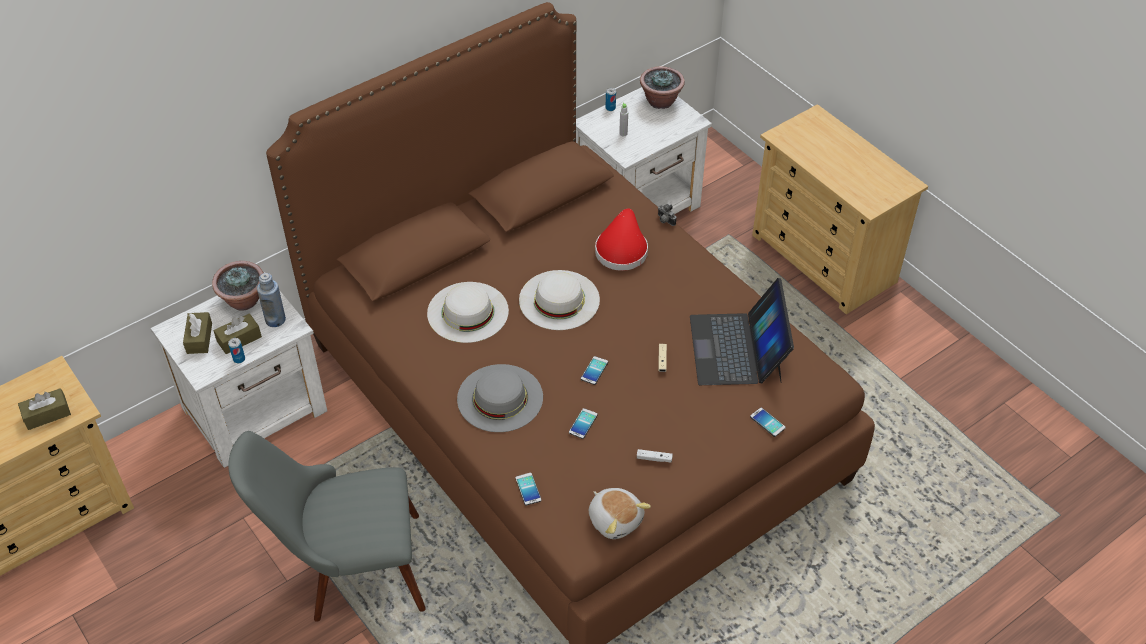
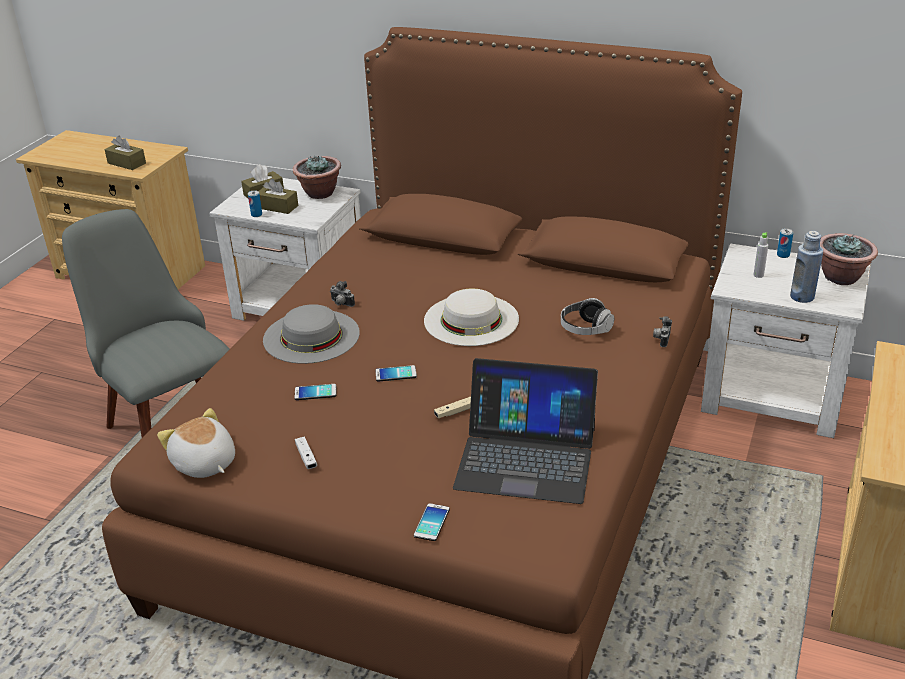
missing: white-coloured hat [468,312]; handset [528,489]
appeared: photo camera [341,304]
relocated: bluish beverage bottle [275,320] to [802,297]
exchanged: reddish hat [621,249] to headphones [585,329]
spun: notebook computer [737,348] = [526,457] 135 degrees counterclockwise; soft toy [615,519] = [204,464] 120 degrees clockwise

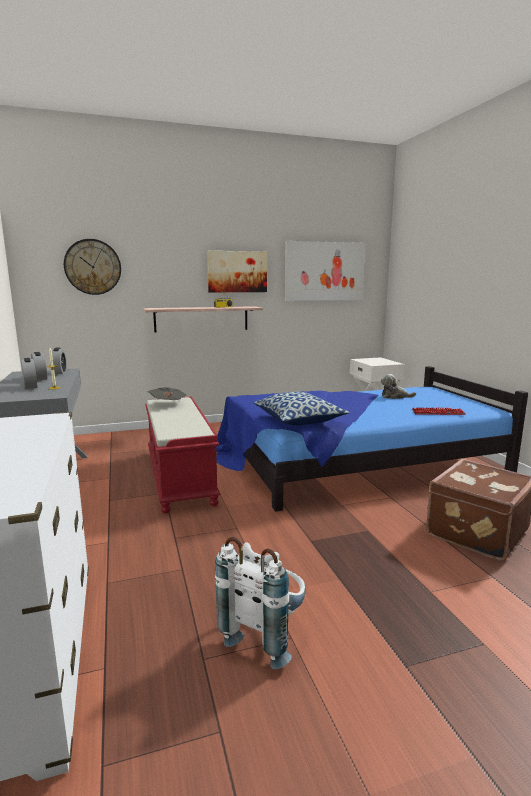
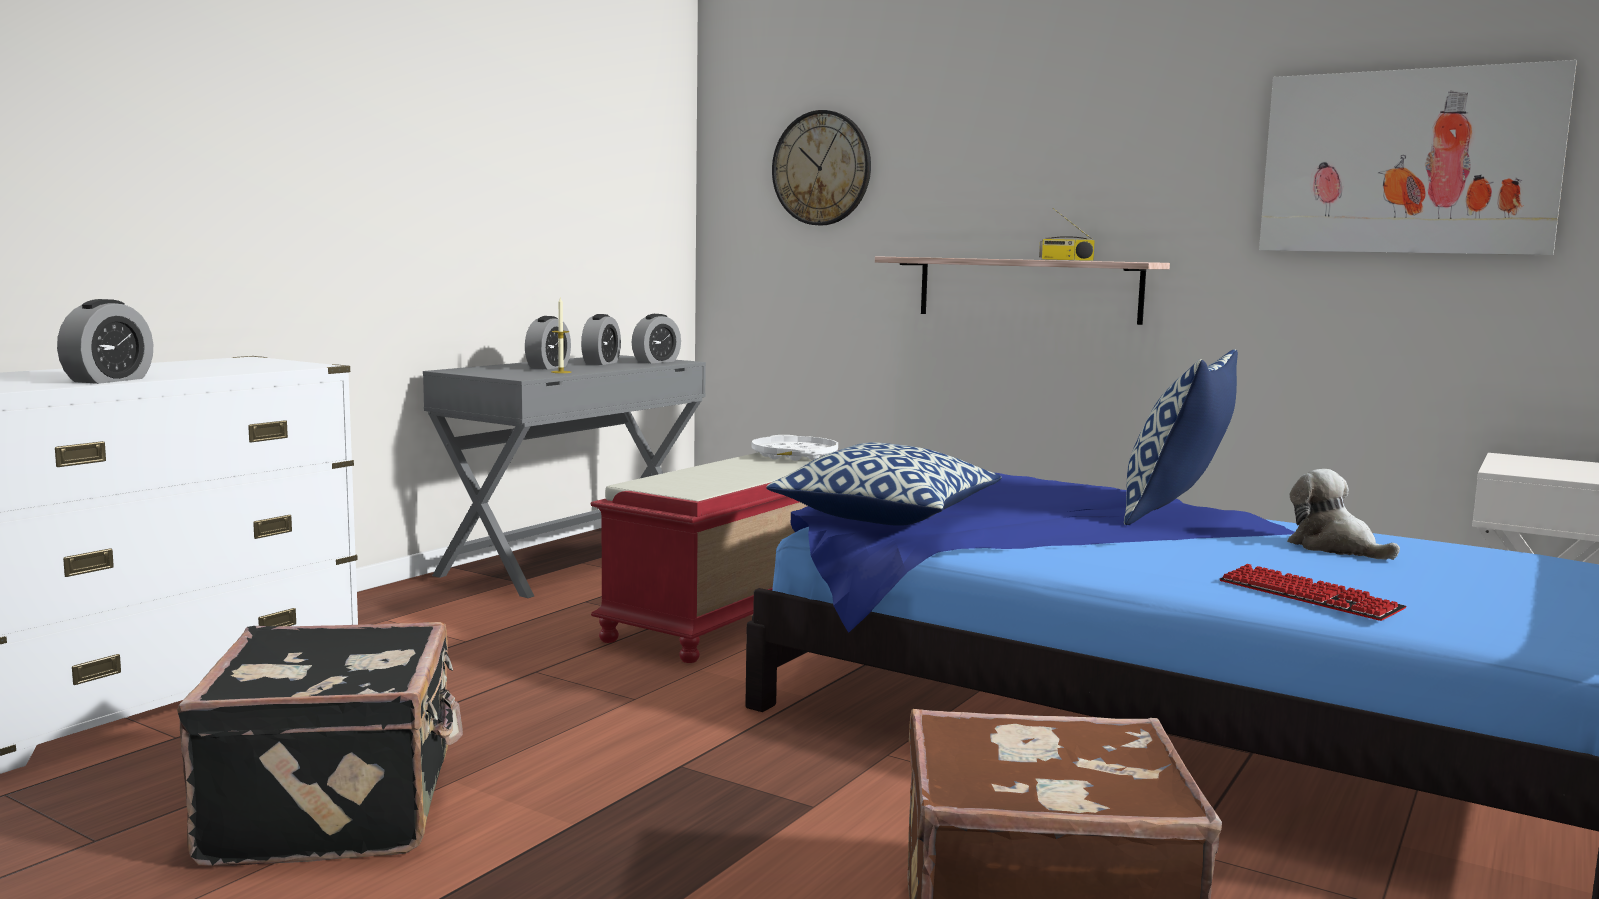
missing: wall art [237,272]
appeared: alarm clock [108,380]; throw pillow [1175,513]
exchanged: printed paper [168,404] to white-coloured carrying tray [794,455]; white-coloured backpack [265,633] to black-coloured suitcase [338,808]

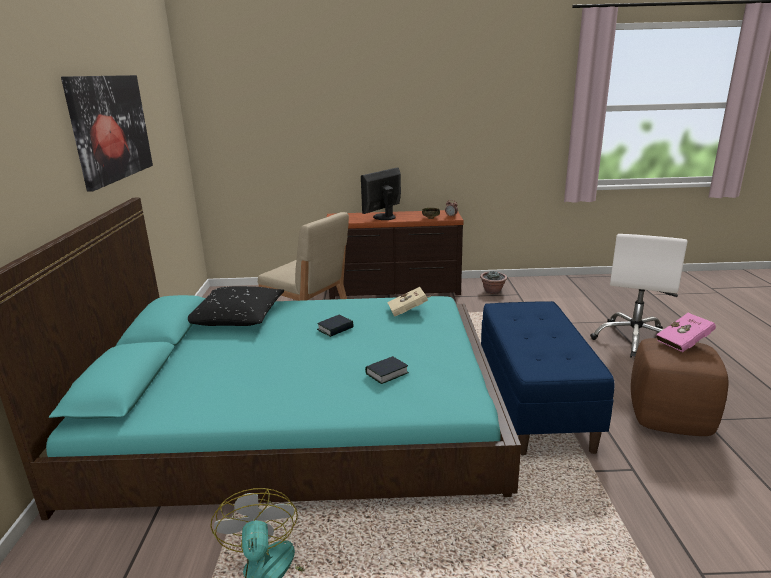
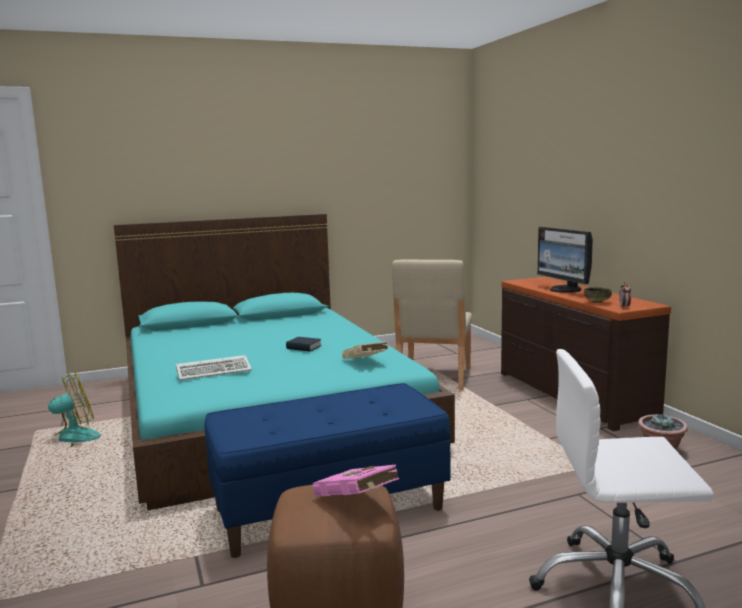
missing: wall art [111,128]; black-coloured throw pillow [237,317]
exchanged: book [387,373] to PC keyboard [215,371]
spun: monitor [383,217] = [565,290] 135 degrees counterclockwise

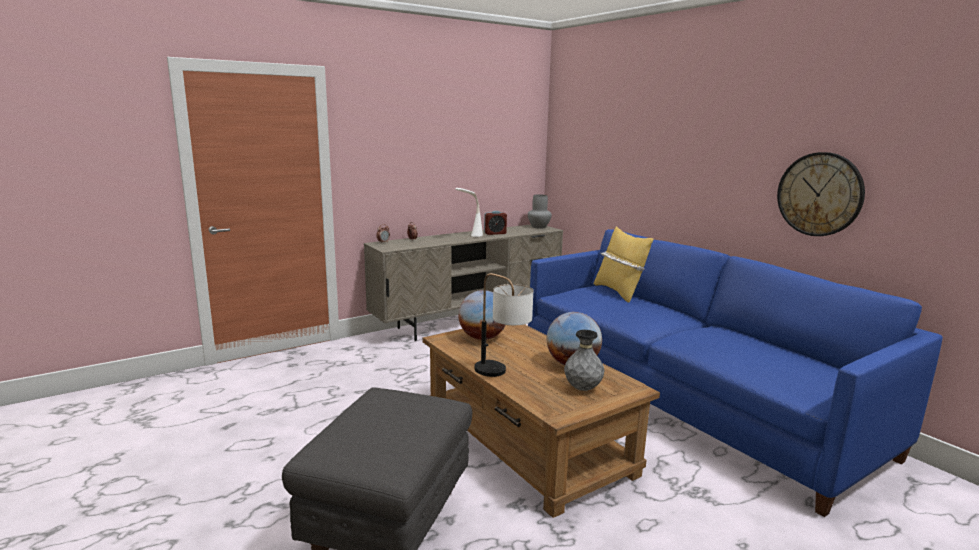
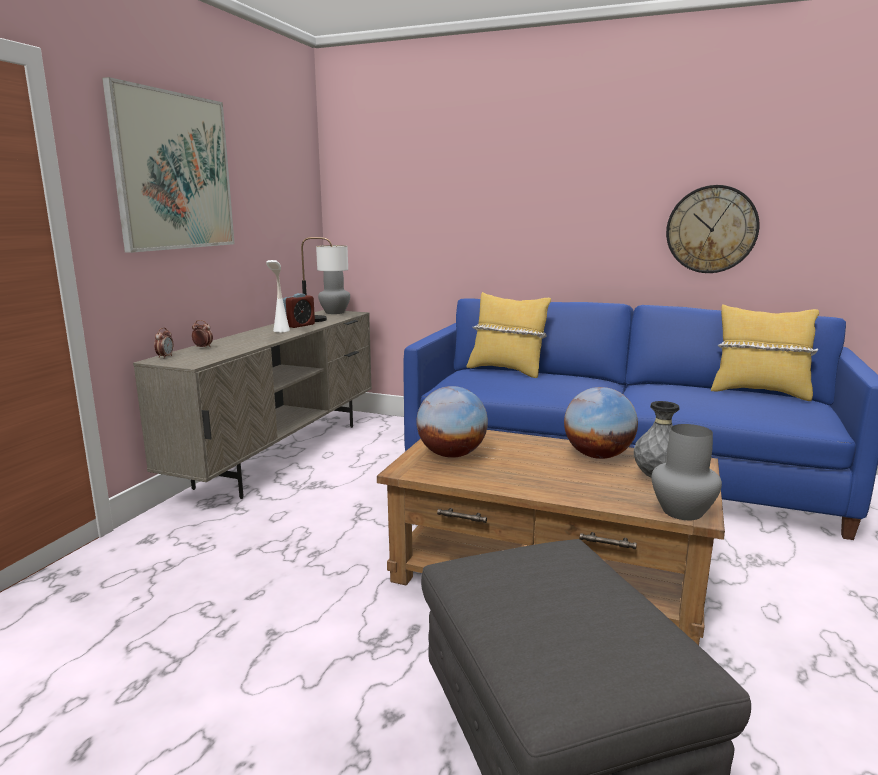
appeared: wall art [174,172]; yellow throw pillow [759,392]; greyish flower vase [683,512]
relocated: table lamp [501,375] to [326,320]

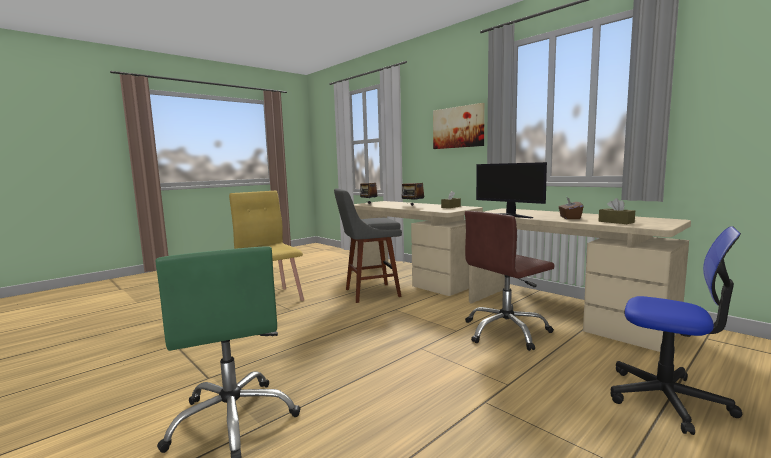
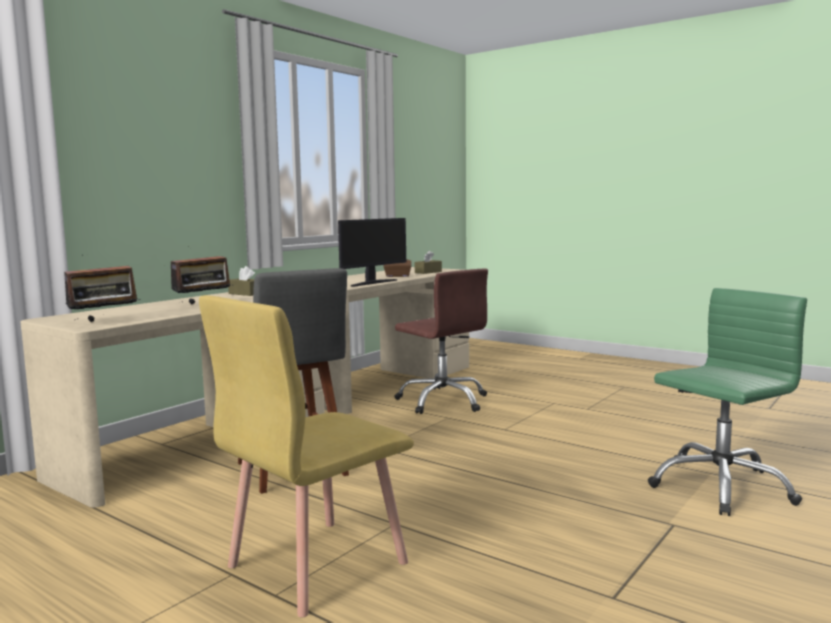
missing: wall art [458,127]; computer chair [667,399]

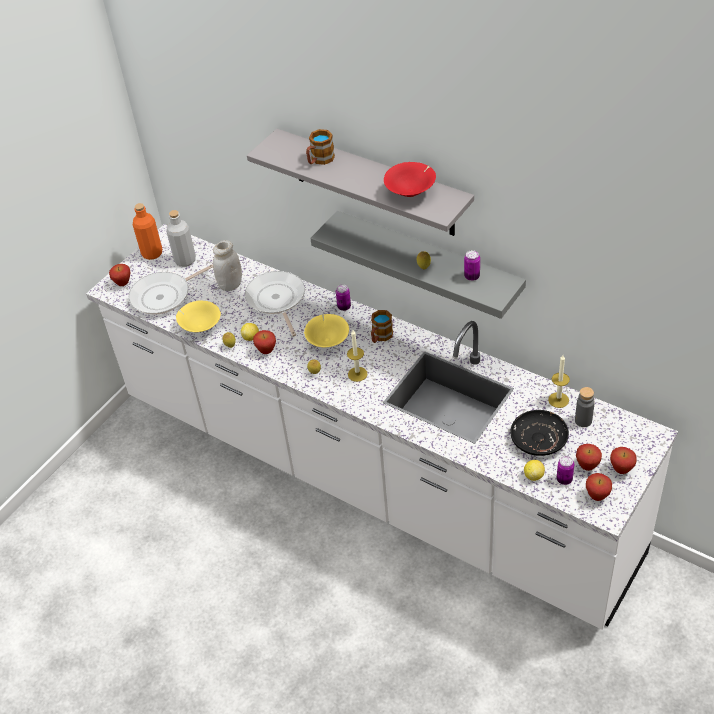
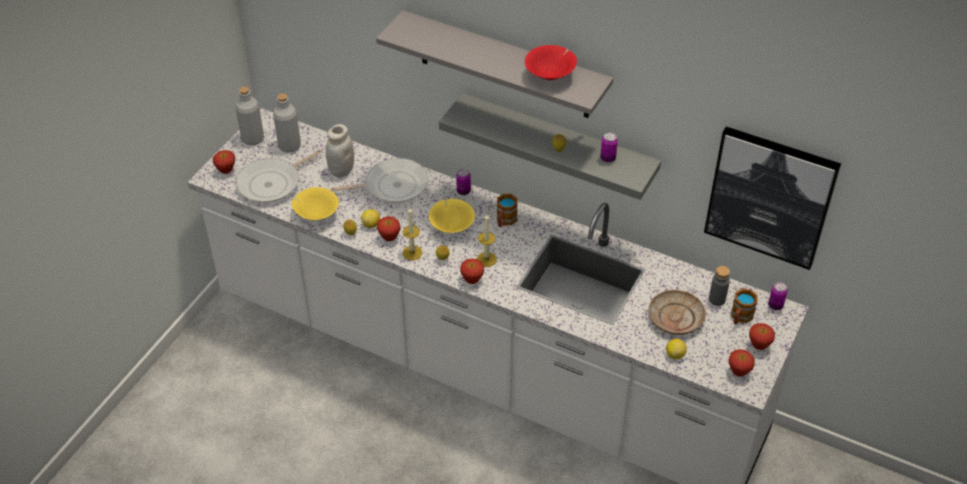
appeared: wall art [770,196]
relocated: coffee mug [319,160] to [740,317]; wax candle [558,400] to [412,252]; whole apple [587,466] to [472,280]; sealed can [564,479] to [775,305]
colour: orangey beverage bottle [152,253] to greyish beverage bottle [253,139]; black-coloured dinner plate [538,438] to sand-coloured dinner plate [675,318]
spun: frying pan [276,300] = [392,186] 105 degrees clockwise

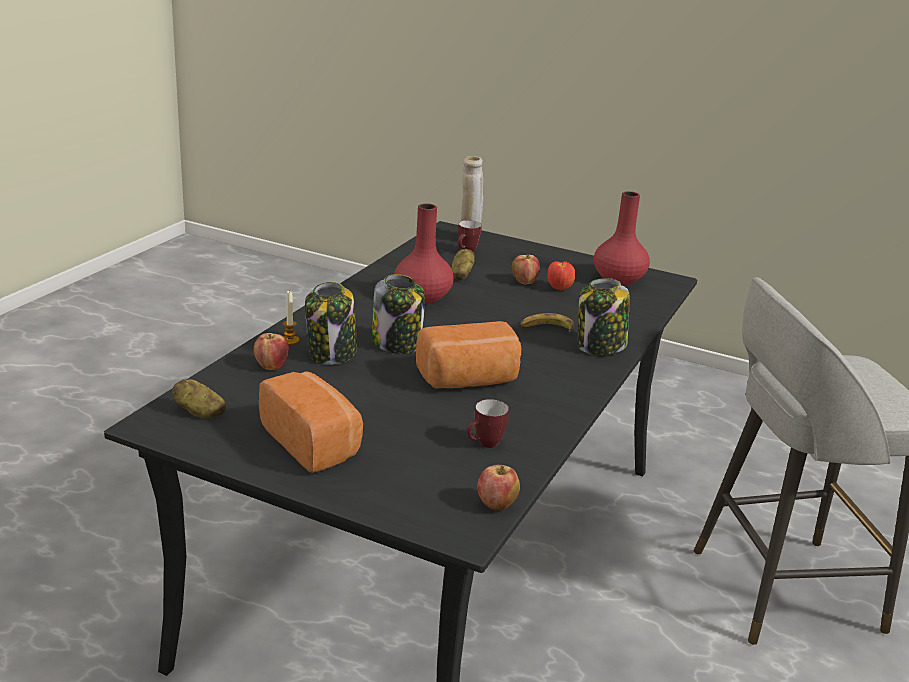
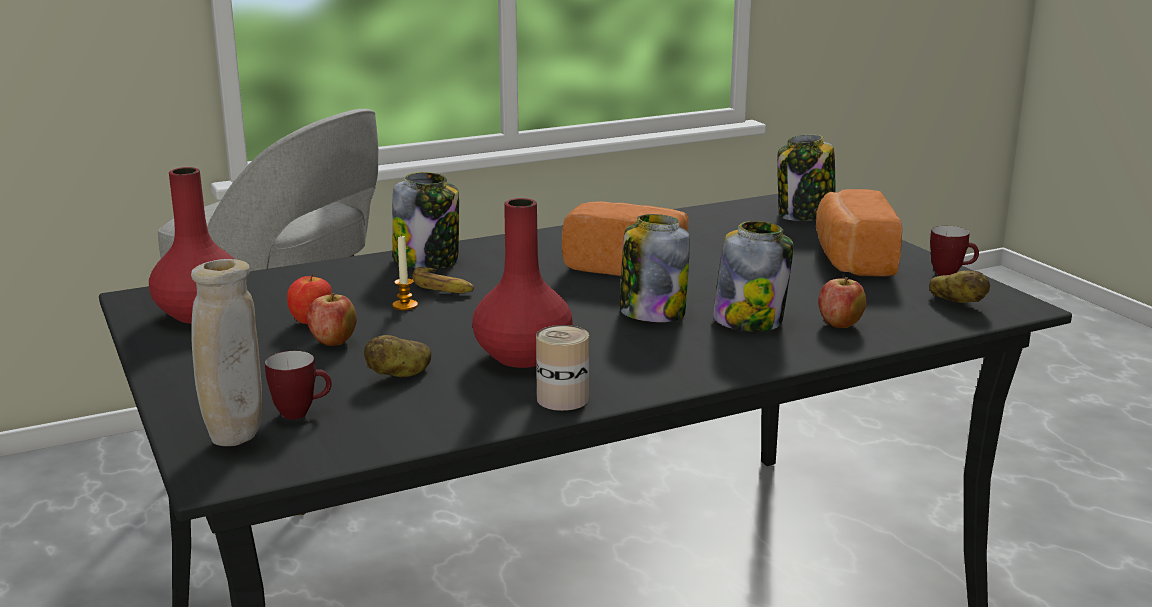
missing: whole apple [496,505]
appeared: jar [805,215]; sealed can [562,399]
relocated: wax candle [289,340] to [405,306]; coffee mug [484,445] to [951,274]

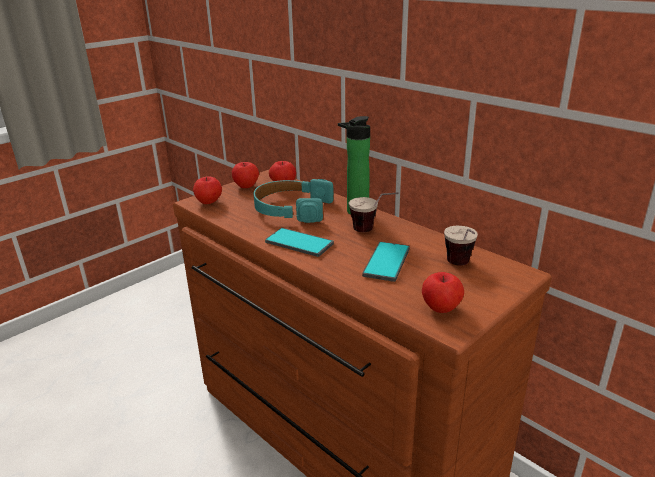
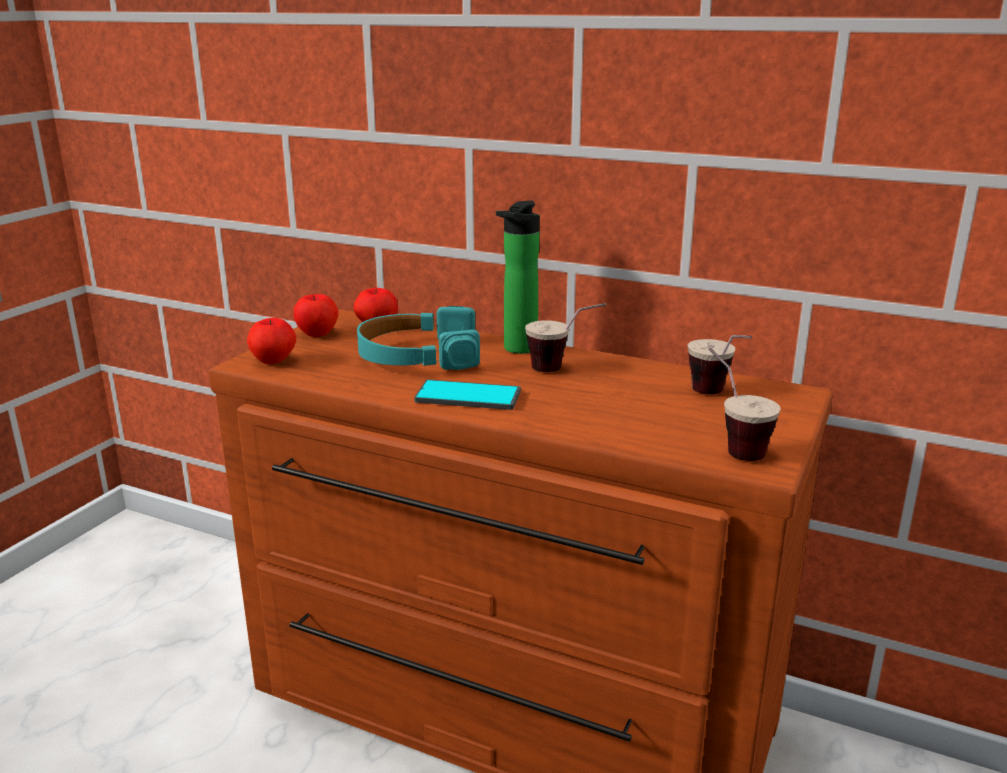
missing: handset [387,262]
exchanged: whole apple [441,307] to drinking cup [732,445]

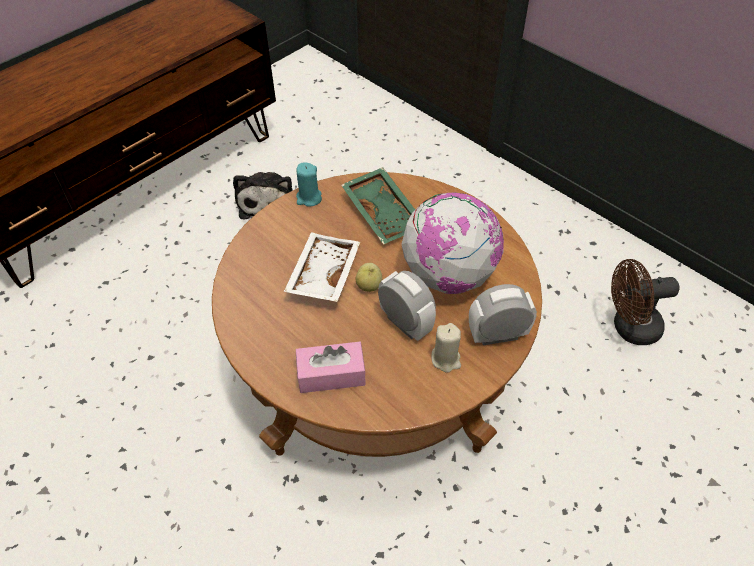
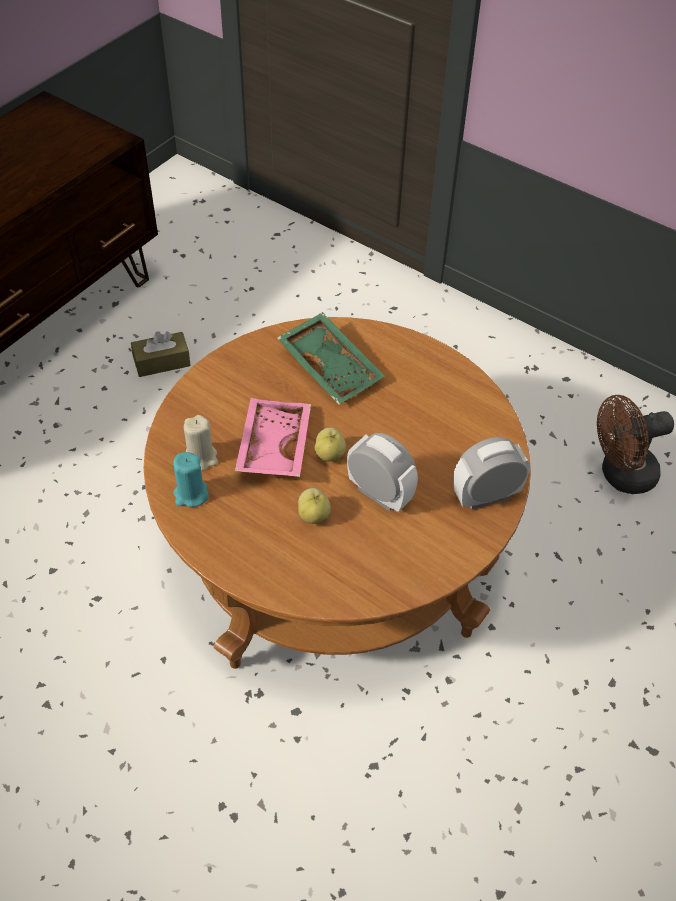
missing: globe [449,275]; pink box of tissues [331,374]
appeared: whole apple [314,515]
relocated: turquoise wax candle [309,198] to [191,495]; sand-coloured wax candle [446,359] to [201,457]
exchanged: soft toy [267,201] to brown box of tissues [162,362]
colour: white-coloured carrying tray [322,274] to pink carrying tray [272,446]

